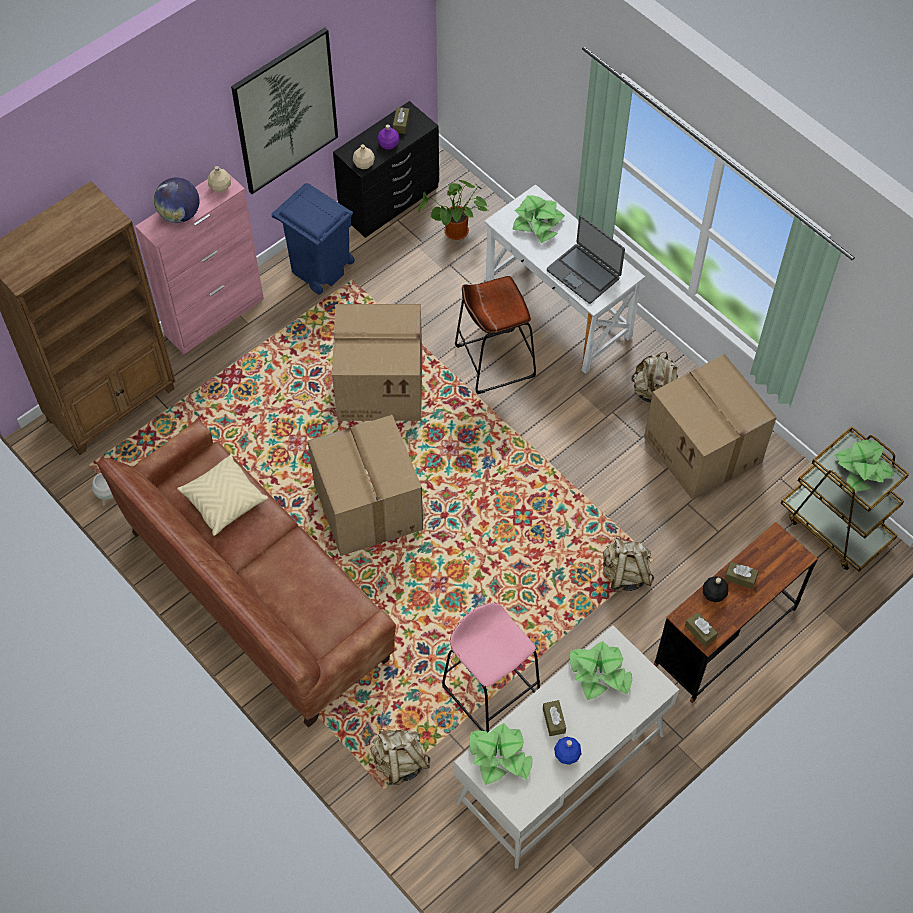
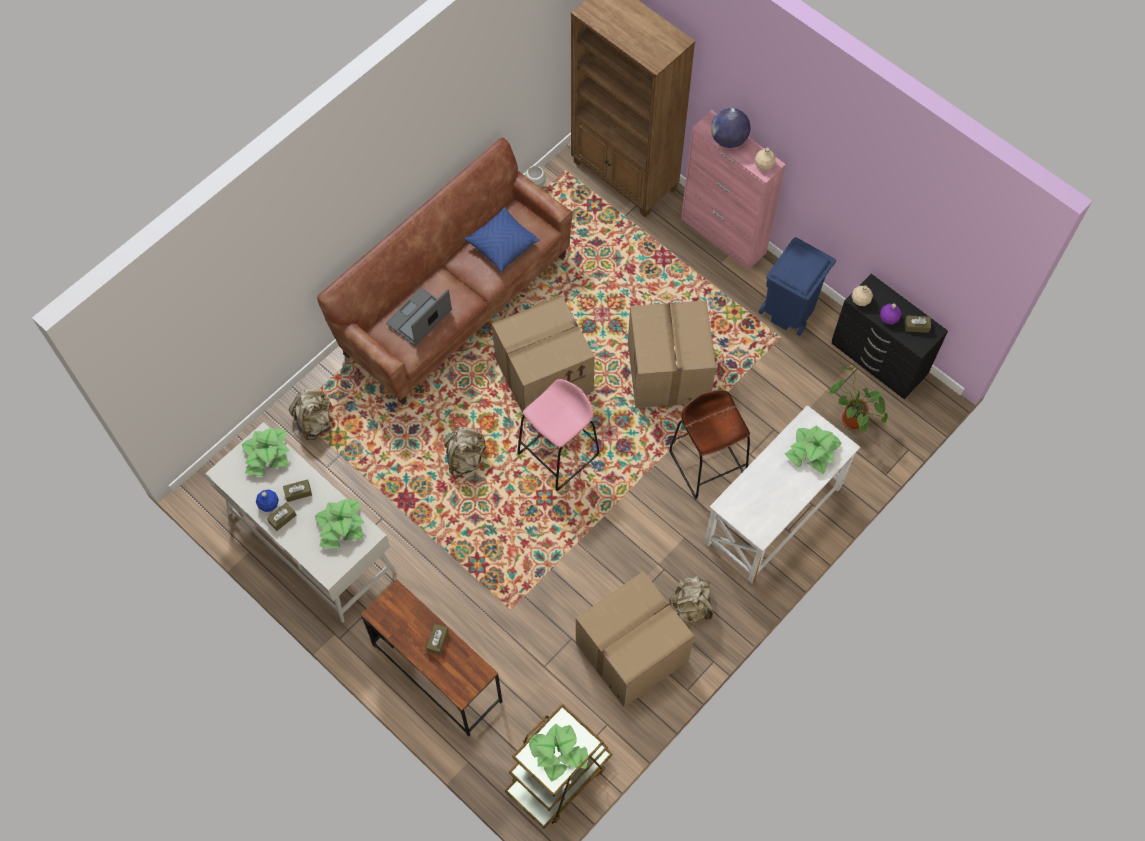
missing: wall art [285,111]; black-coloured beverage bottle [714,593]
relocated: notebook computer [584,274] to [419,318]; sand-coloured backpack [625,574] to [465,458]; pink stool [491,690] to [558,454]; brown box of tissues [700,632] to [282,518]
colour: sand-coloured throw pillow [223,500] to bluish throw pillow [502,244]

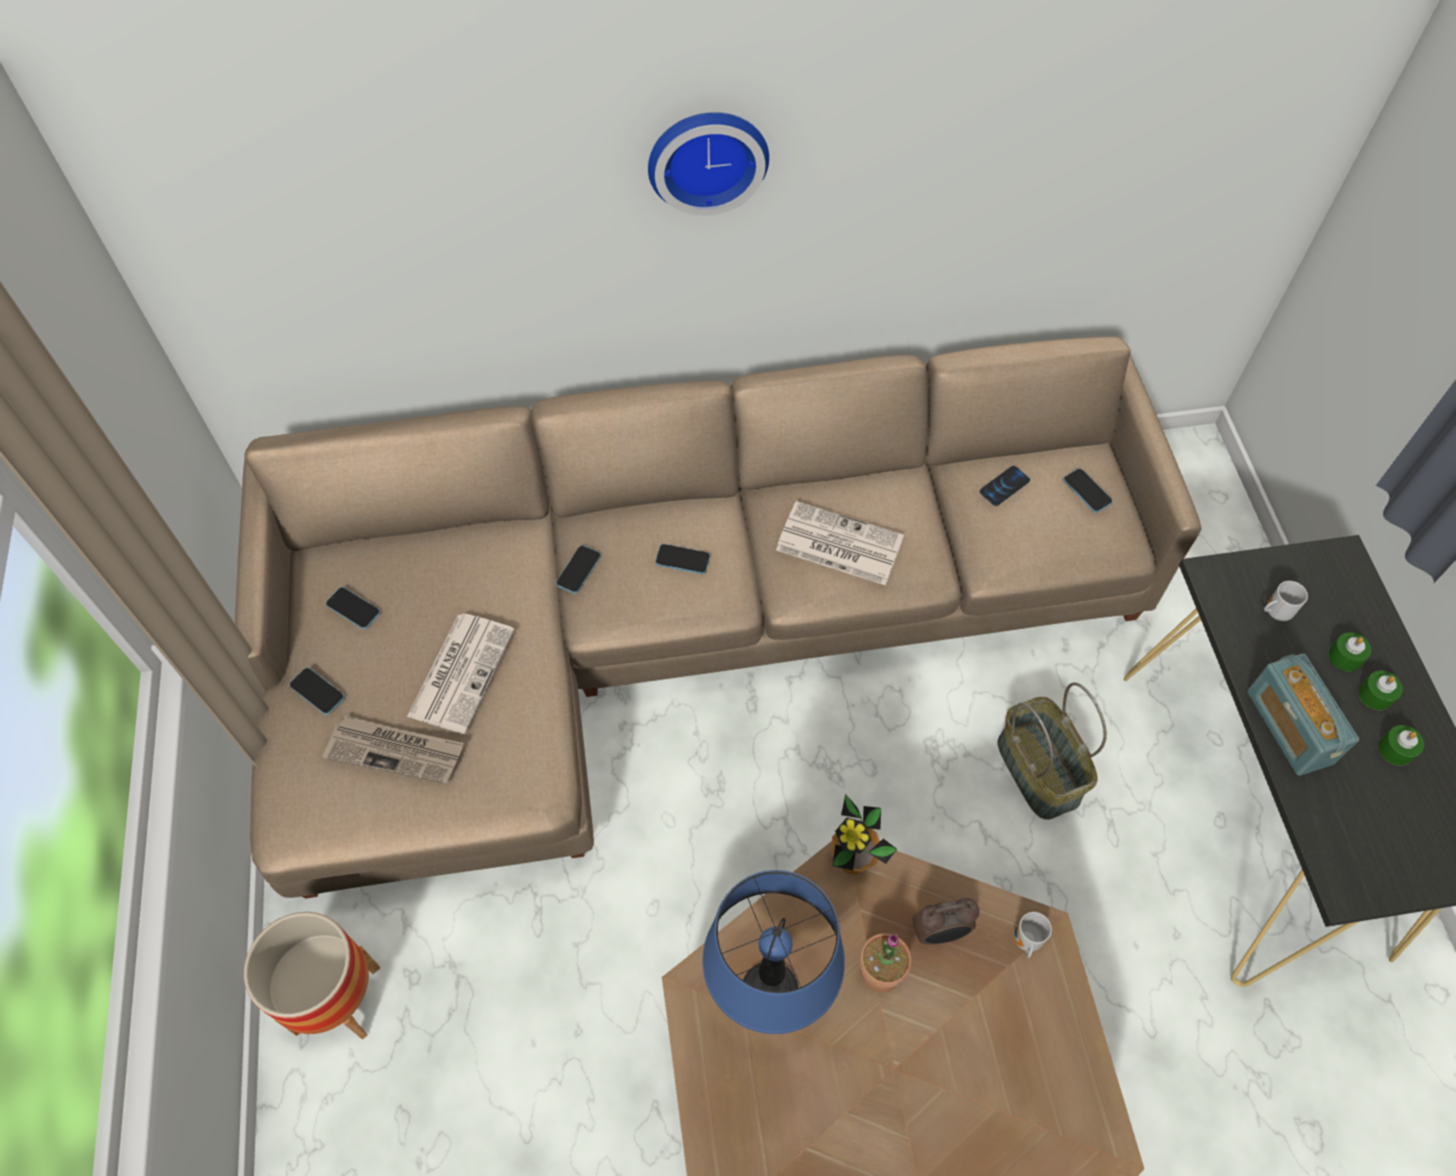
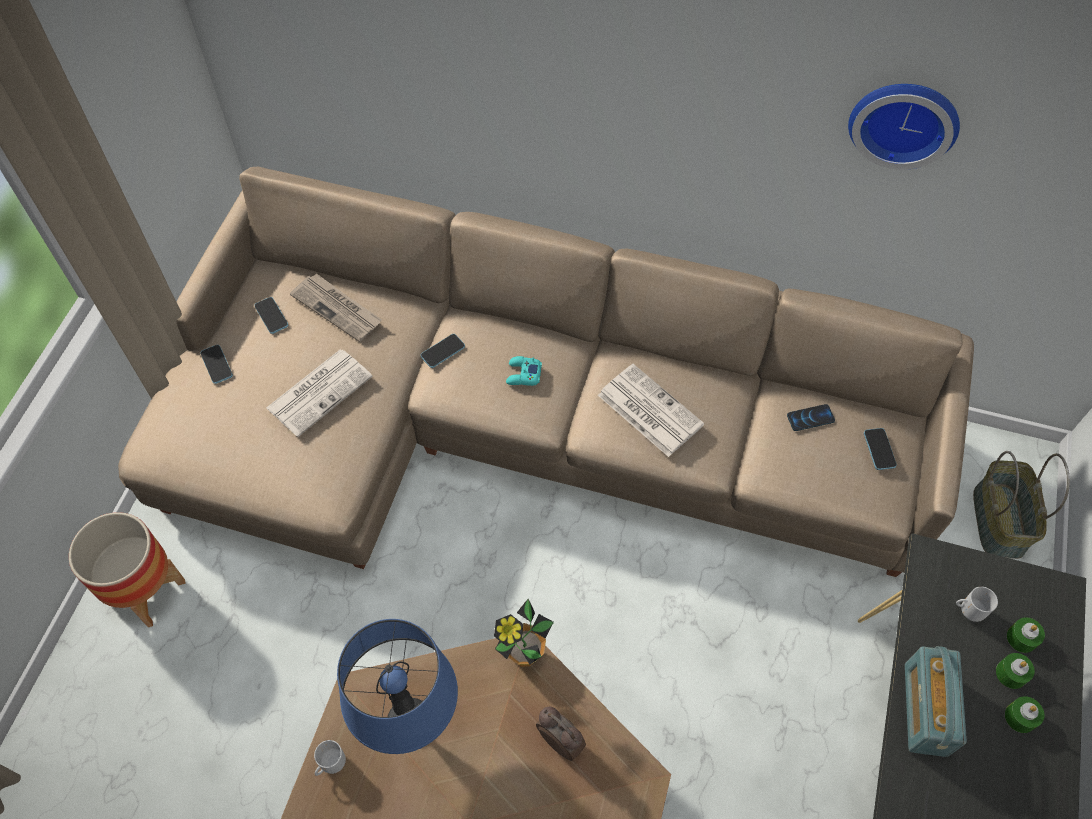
missing: houseplant [880,971]
relocated: hanging clock [707,156] to [904,120]; household basket [1040,771] to [1000,521]; printed paper [396,751] to [338,309]; green wax candle [1395,749] to [1021,638]; coffee mug [1025,941] to [331,763]
exchanged: handset [682,560] to turquoise game controller [523,374]
spun: alarm clock [940,933] = [561,741] 150 degrees counterclockwise

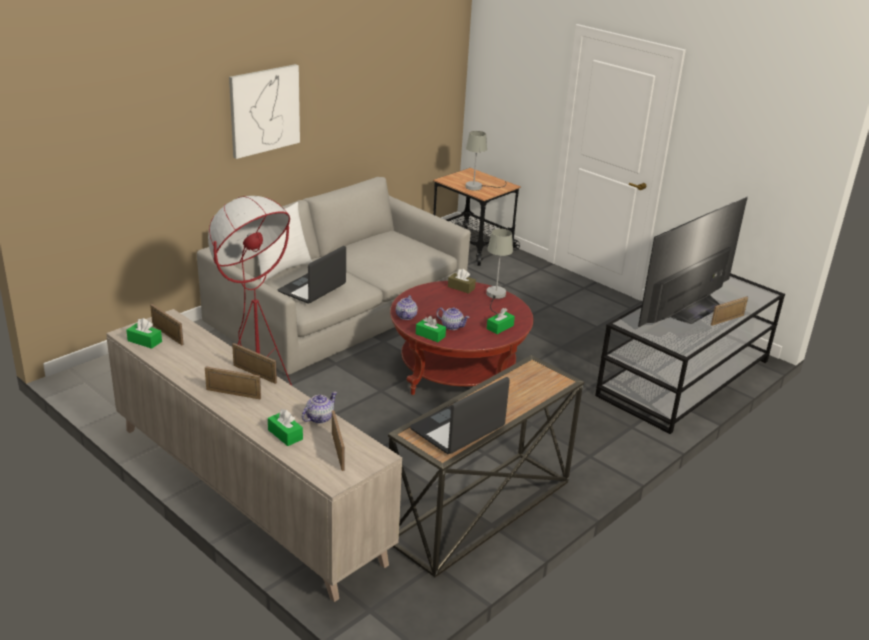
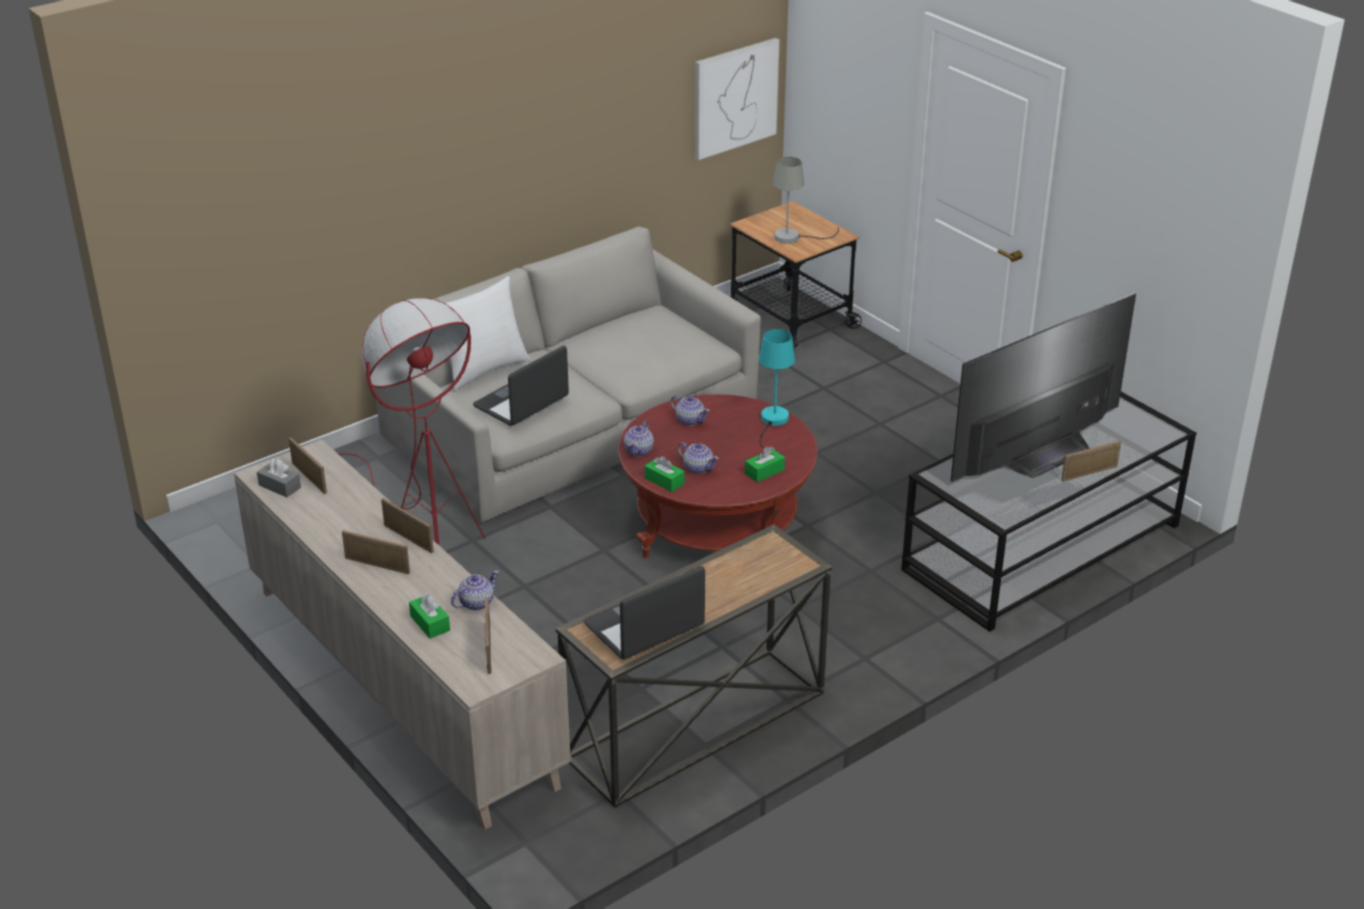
missing: brown box of tissues [461,288]
appeared: pot for tea [690,420]
relocated: wall art [264,110] to [735,97]
colour: greyish table lamp [496,297] to turquoise table lamp [773,423]; green box of tissues [144,341] to greyish box of tissues [279,486]

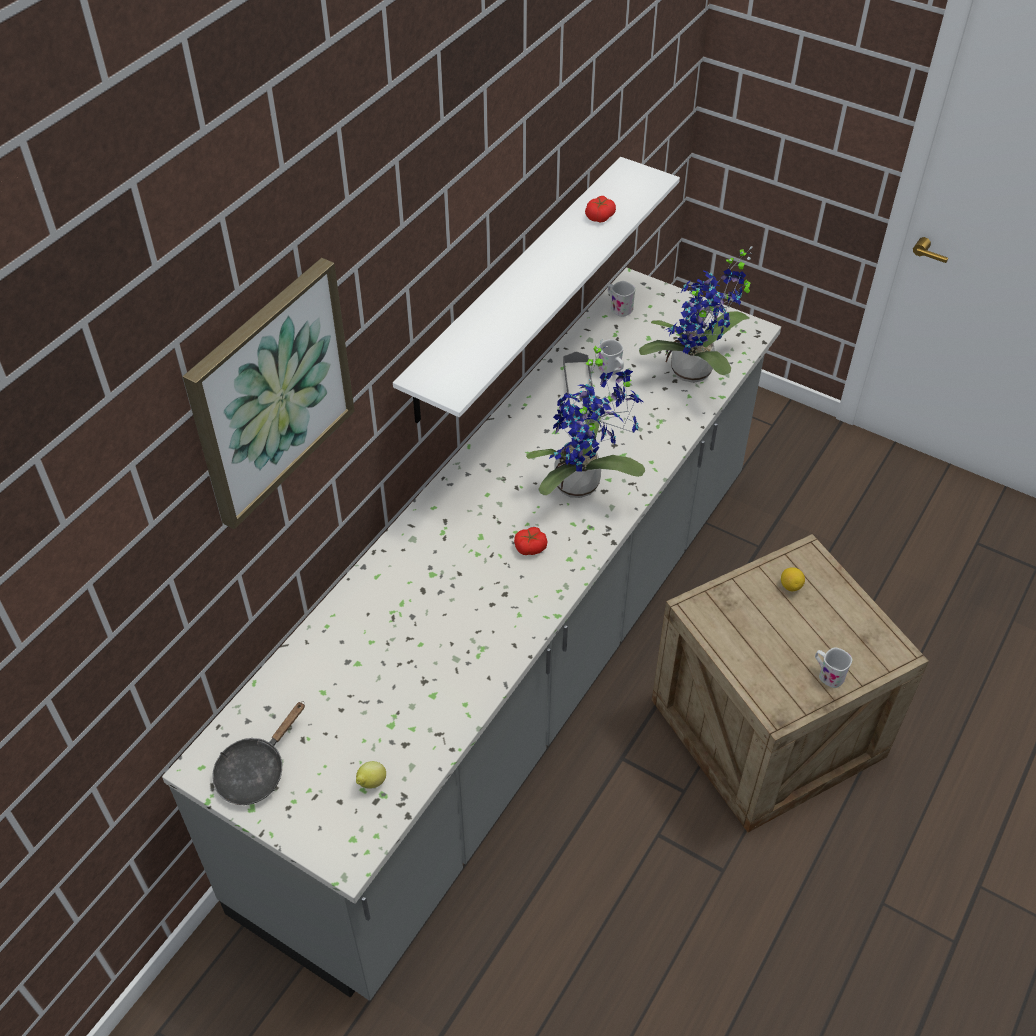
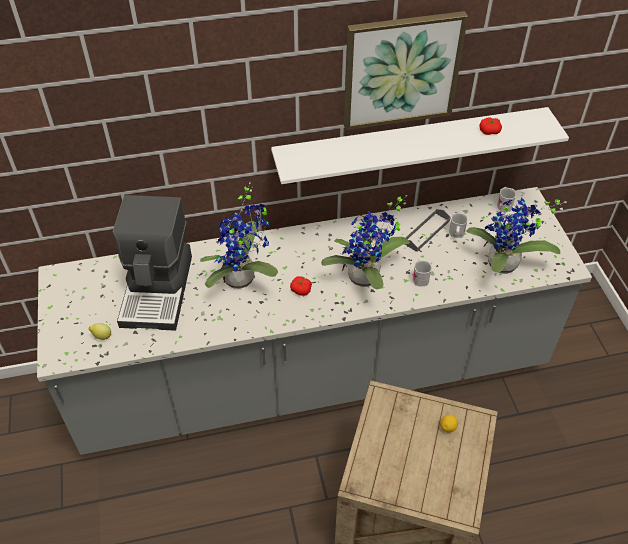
missing: black-coloured frying pan [256,771]
appeared: houseplant [243,279]; coffee brewer [158,289]
relocated: wall art [271,392] to [401,70]; white-coloured coffee mug [827,674] to [420,278]

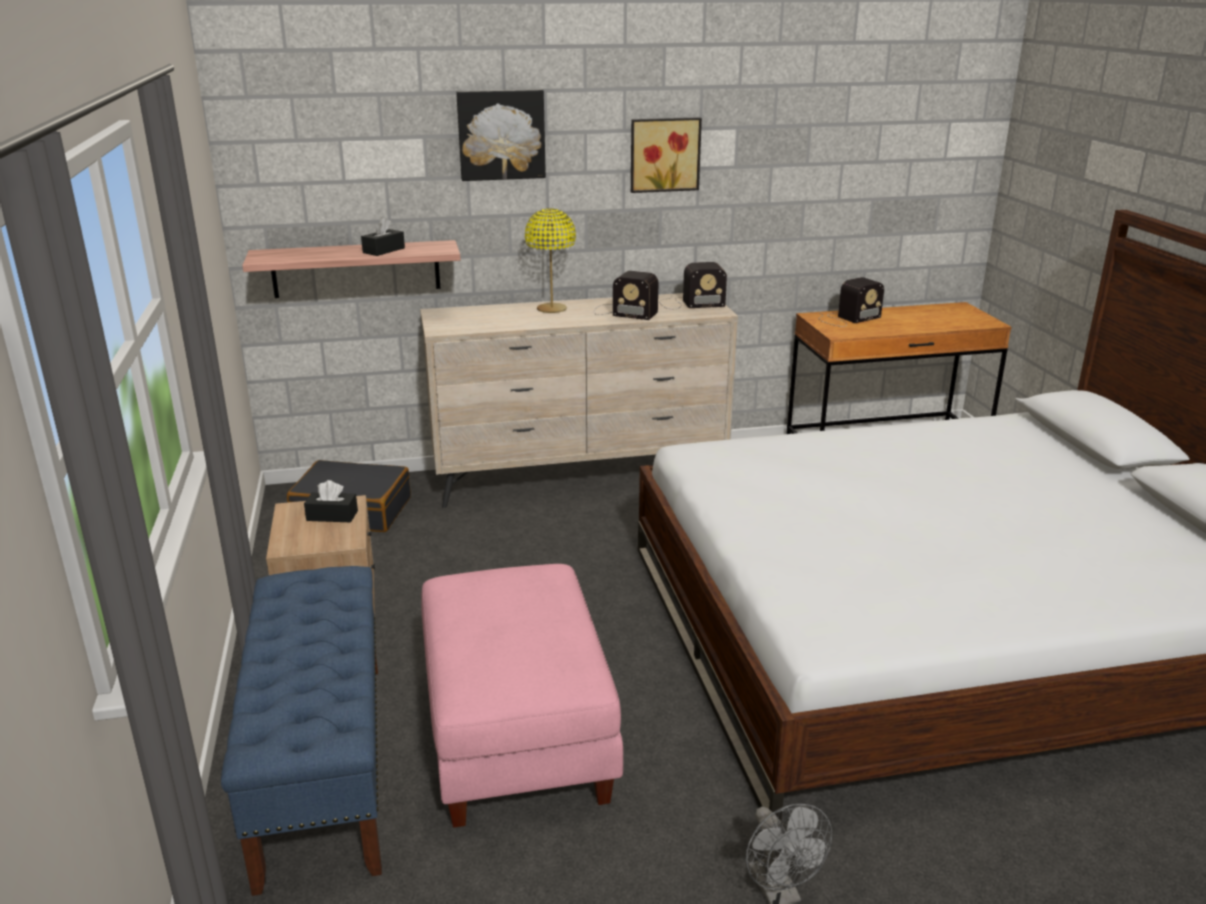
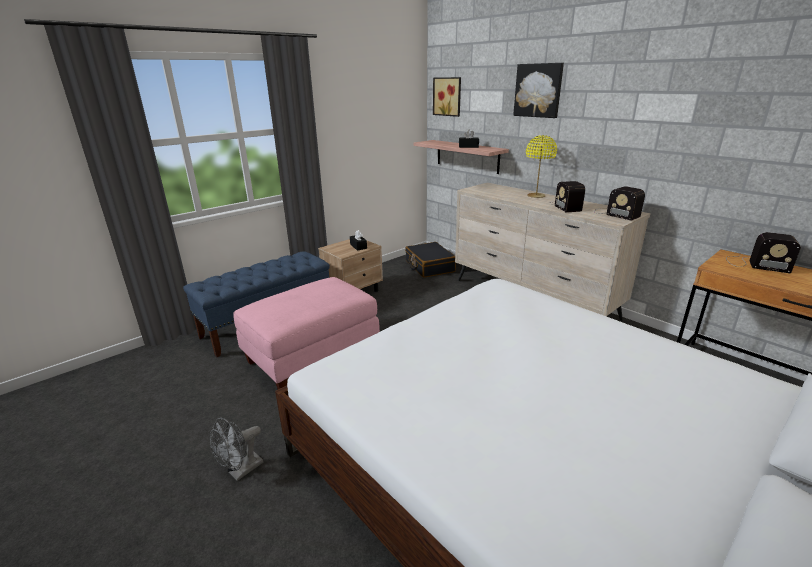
relocated: wall art [664,154] to [448,96]

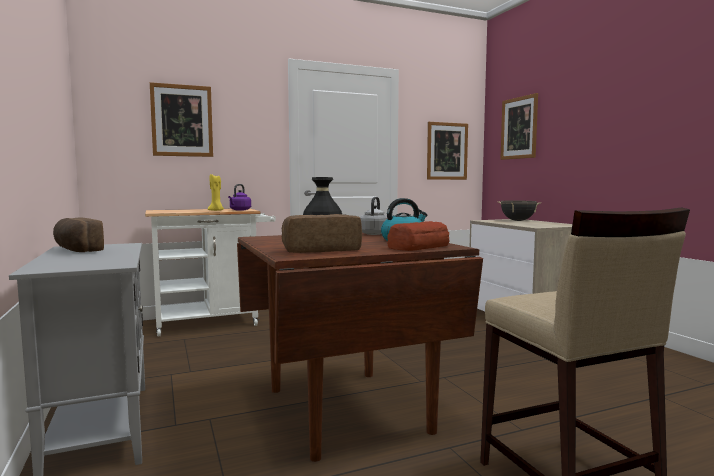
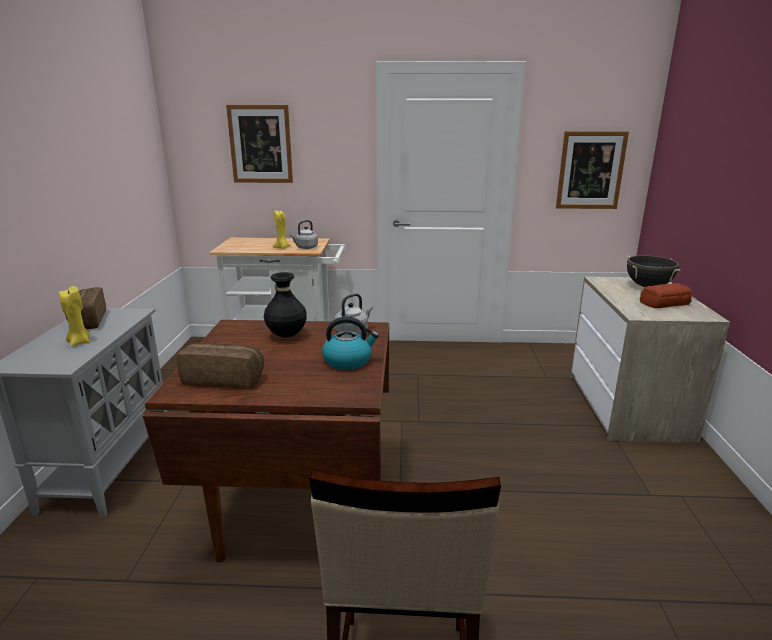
missing: wall art [519,128]
appeared: yellow wax candle [79,342]
relocated: bread [417,247] to [663,303]
colour: purple water kettle [239,210] to greyish water kettle [305,248]

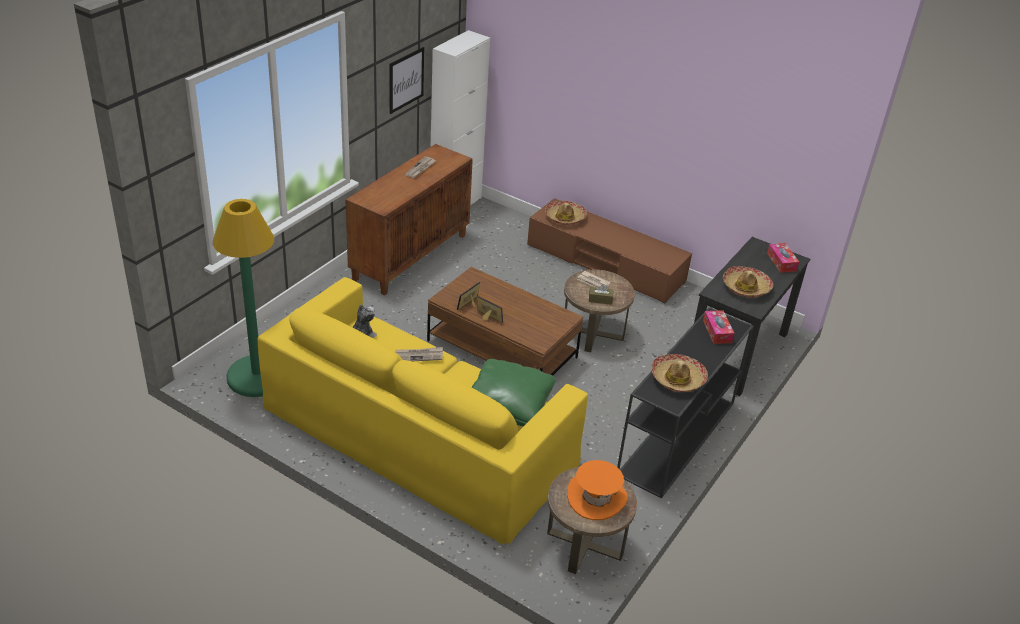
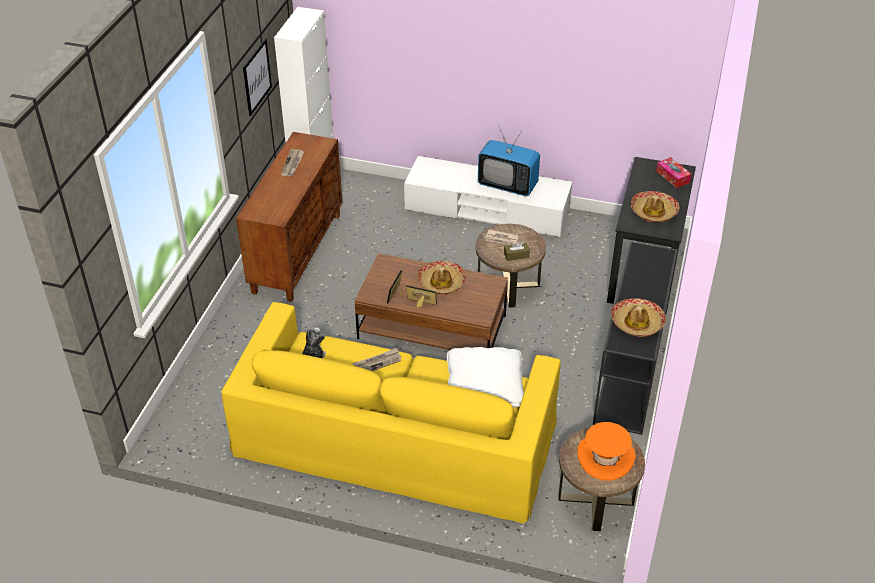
missing: green floor lamp [257,377]; box of tissues [717,331]
appeared: TV set [507,185]
relocated: hat [565,217] to [441,282]
colour: brown tv stand [605,264] to white-coloured tv stand [487,210]; green throw pillow [509,404] to white-coloured throw pillow [484,388]

